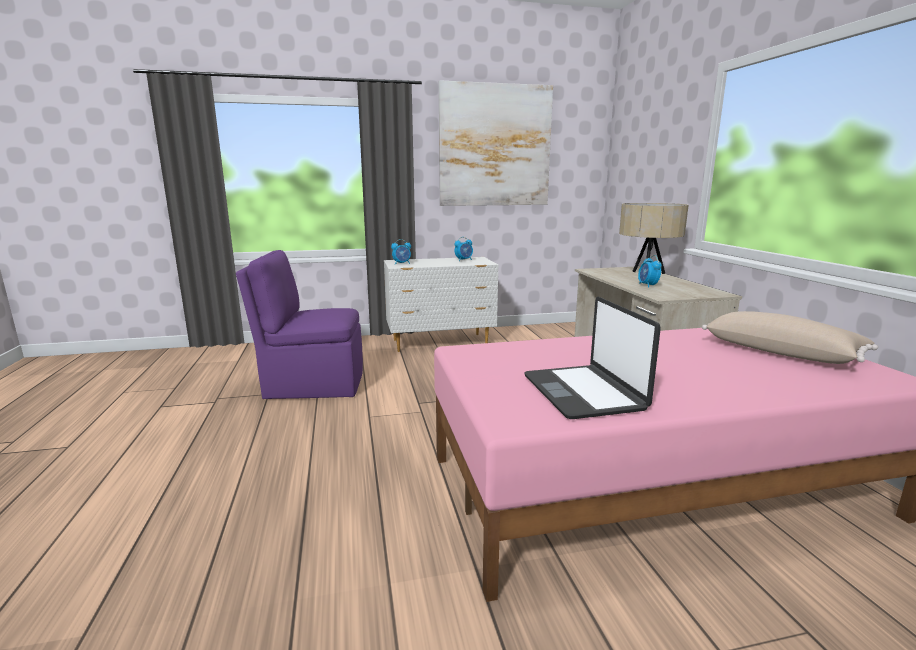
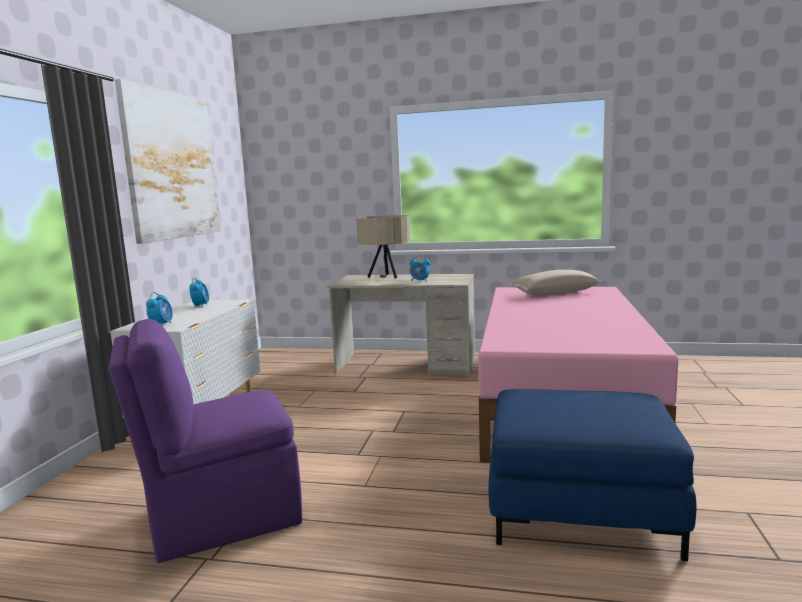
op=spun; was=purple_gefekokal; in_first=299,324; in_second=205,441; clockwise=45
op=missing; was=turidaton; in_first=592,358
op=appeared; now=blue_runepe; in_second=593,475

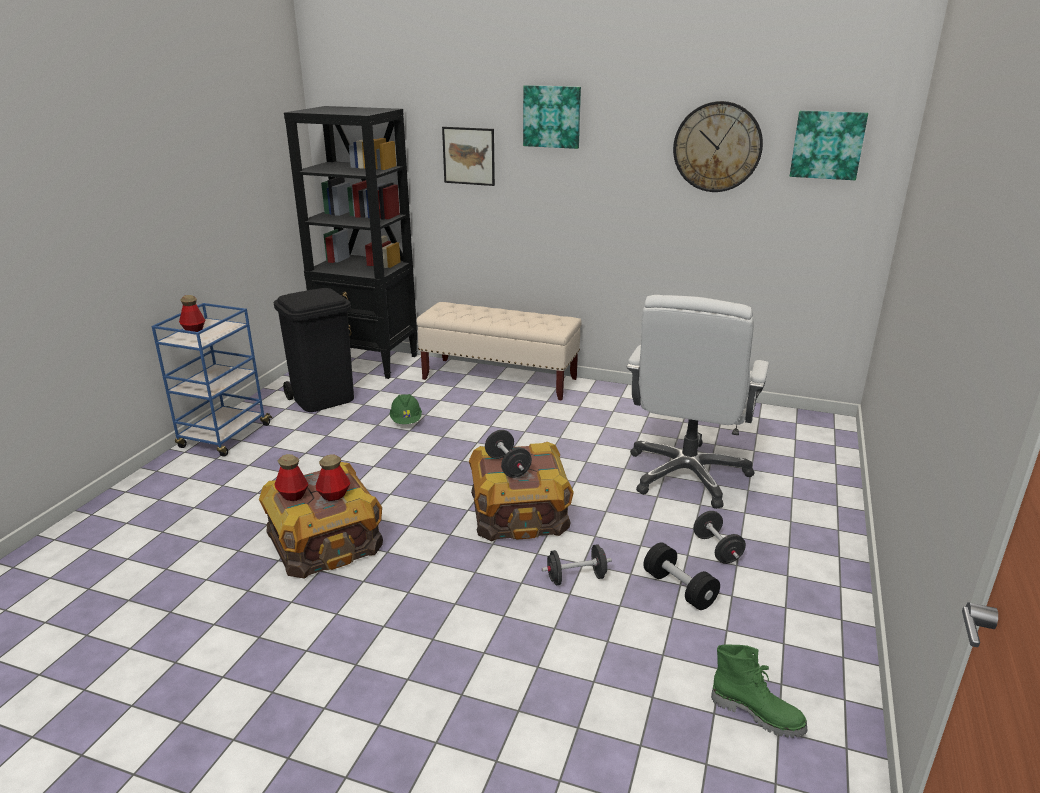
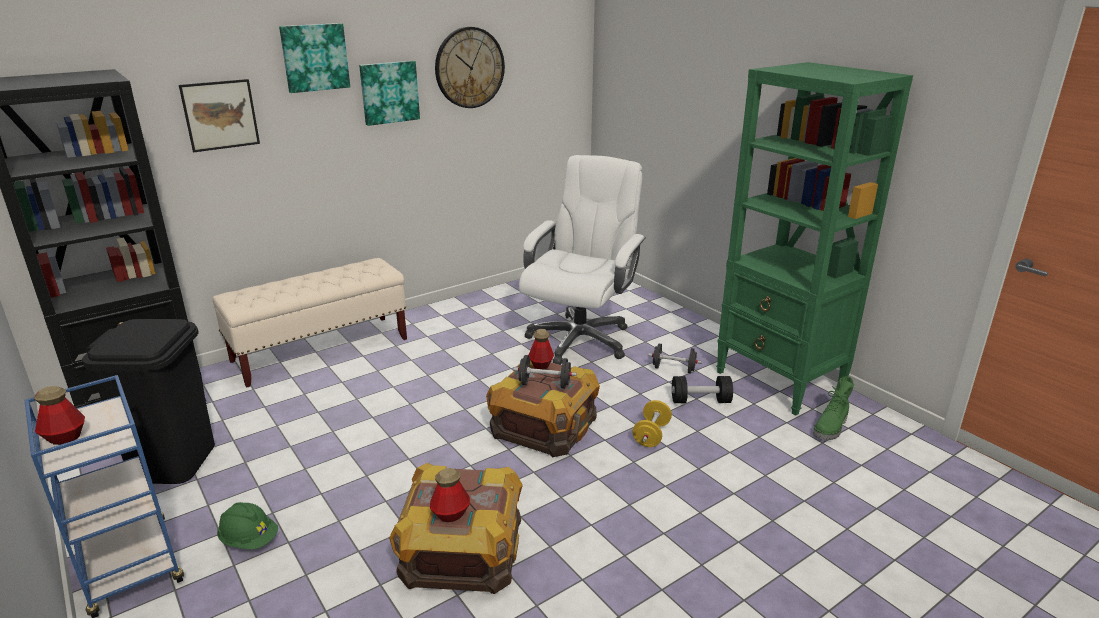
op=relocated; was=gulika; in_first=829,145; in_second=389,93
op=spun; was=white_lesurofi; in_first=698,402; in_second=582,260; clockwise=-120
op=relocated; was=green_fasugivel; in_first=405,409; in_second=247,526
op=relocated; was=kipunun; in_first=332,477; in_second=541,349
op=colour; was=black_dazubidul; now=yellow_dazubidul; in_first=577,564; in_second=652,423
op=spun; was=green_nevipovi; in_first=759,691; in_second=833,408; clockwise=150
op=appeared; now=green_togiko; in_second=814,239

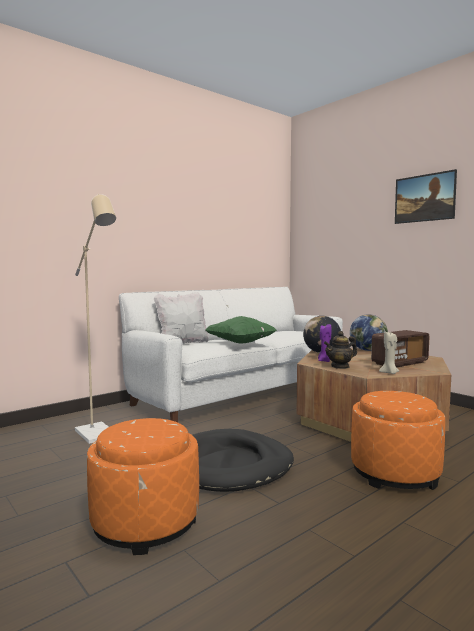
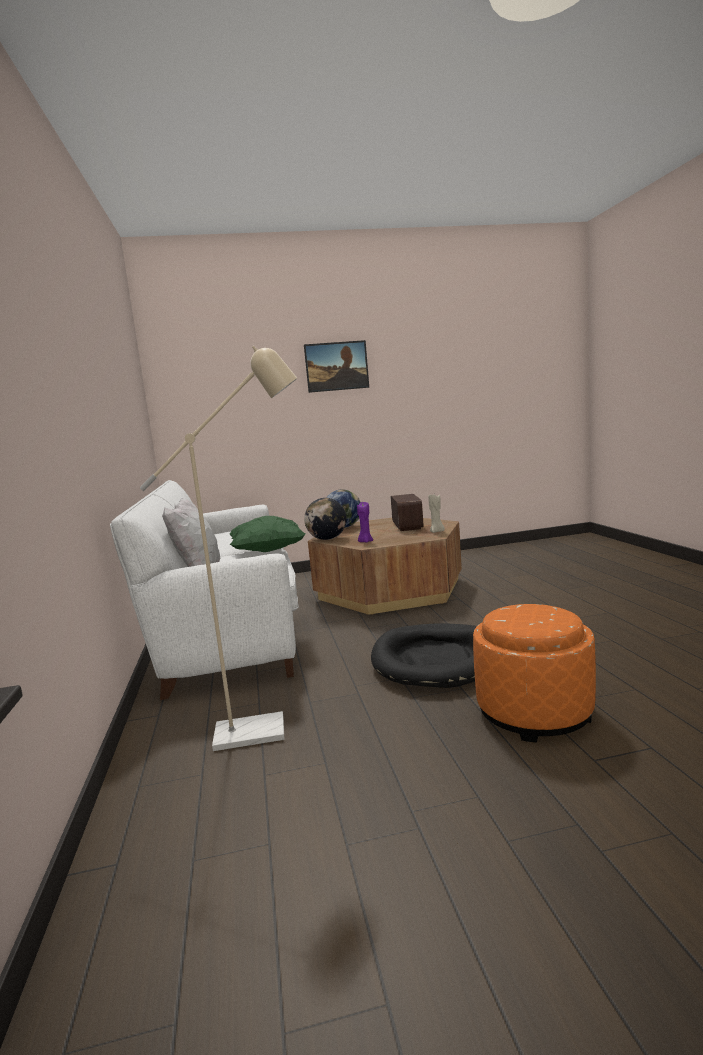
op=missing; was=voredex; in_first=340,350
op=missing; was=orange_runepe; in_first=398,440

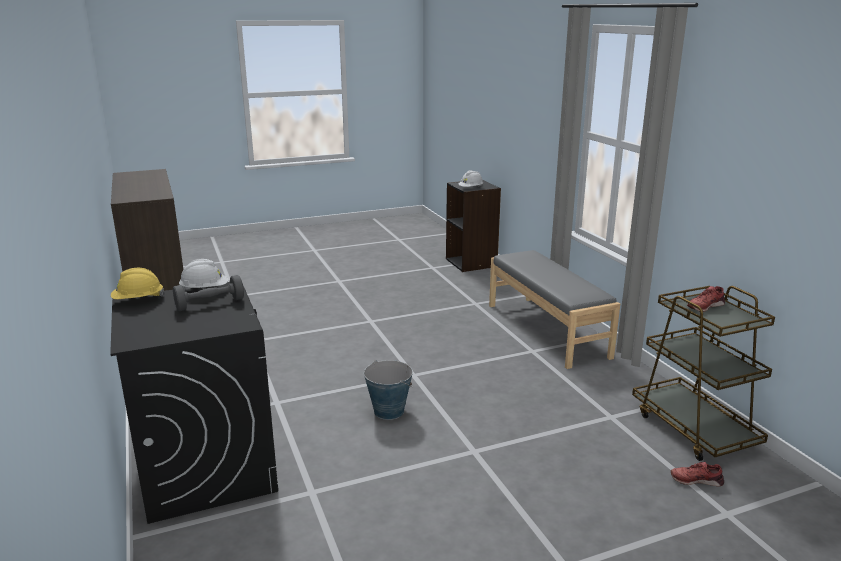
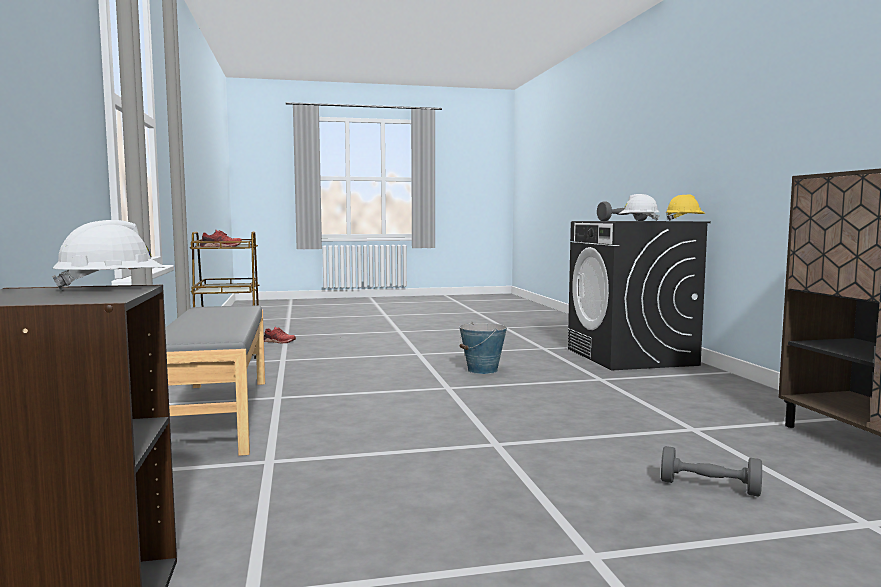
op=appeared; now=grey_dazubidul; in_second=711,471

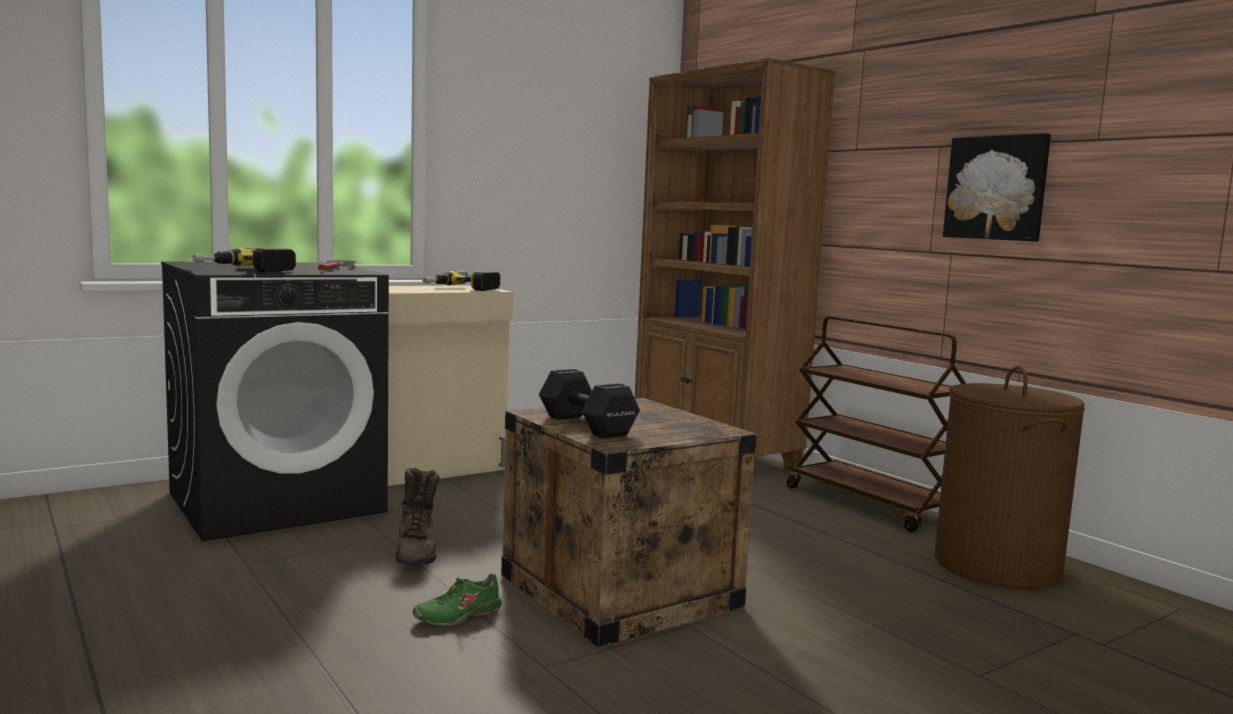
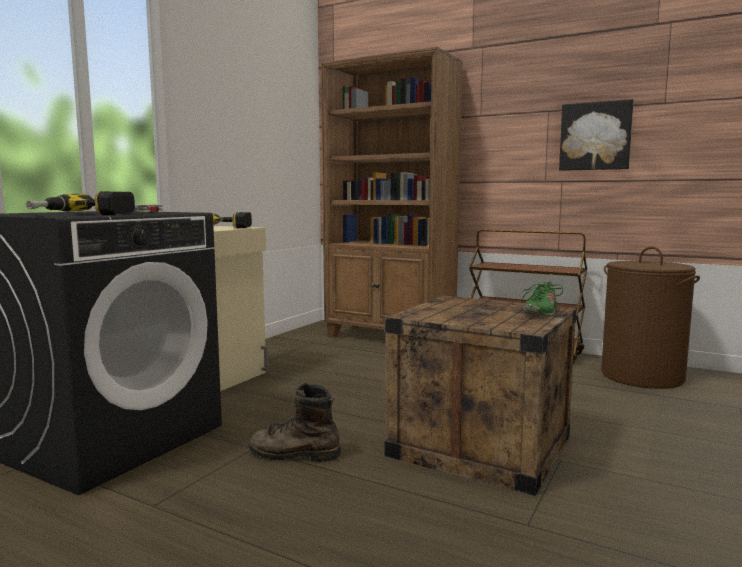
op=missing; was=black_dazubidul; in_first=589,403
op=spun; was=brown_nevipovi; in_first=417,516; in_second=294,422; clockwise=135
op=relocated; was=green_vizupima; in_first=457,599; in_second=542,298

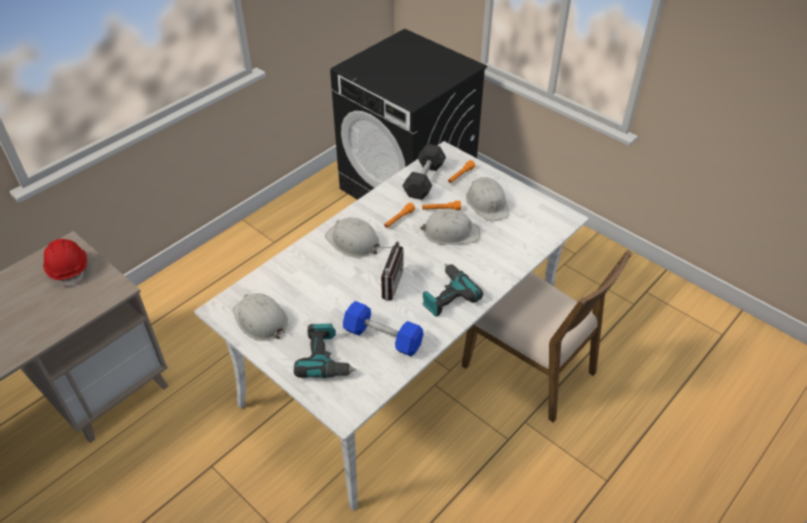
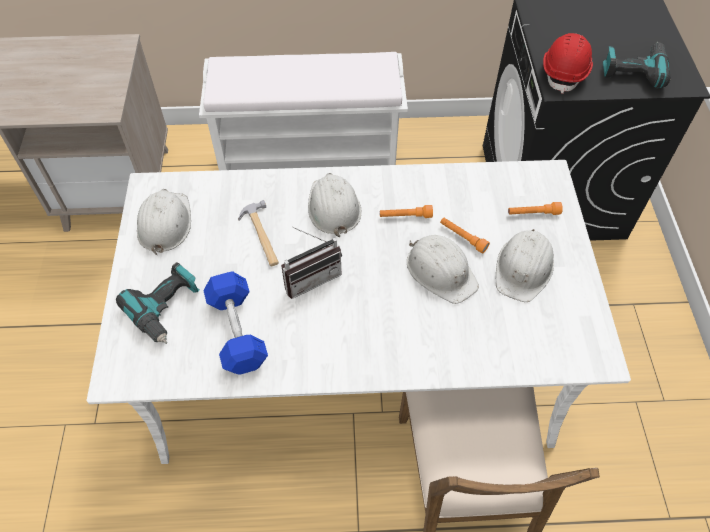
op=missing; was=grey_dazubidul; in_first=424,172
op=relocated; was=red_fasugivel; in_first=65,262; in_second=568,63
op=relocated; was=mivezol; in_first=452,290; in_second=637,65
op=appeared; now=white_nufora; in_second=303,111
op=appeared; now=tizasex; in_second=258,233

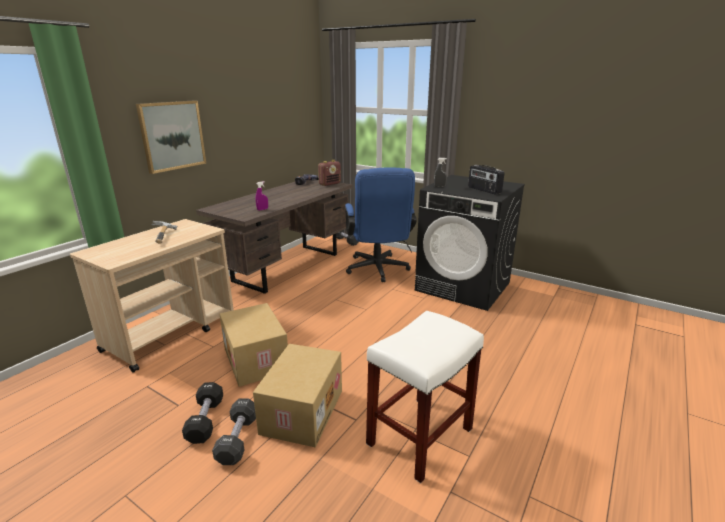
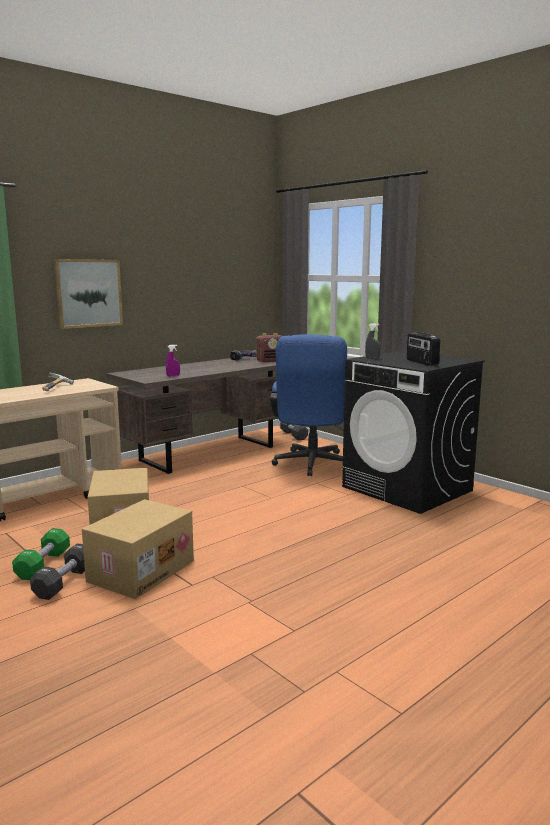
op=missing; was=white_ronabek; in_first=425,397
op=colour; was=black_dazubidul; now=green_dazubidul; in_first=202,413; in_second=41,554

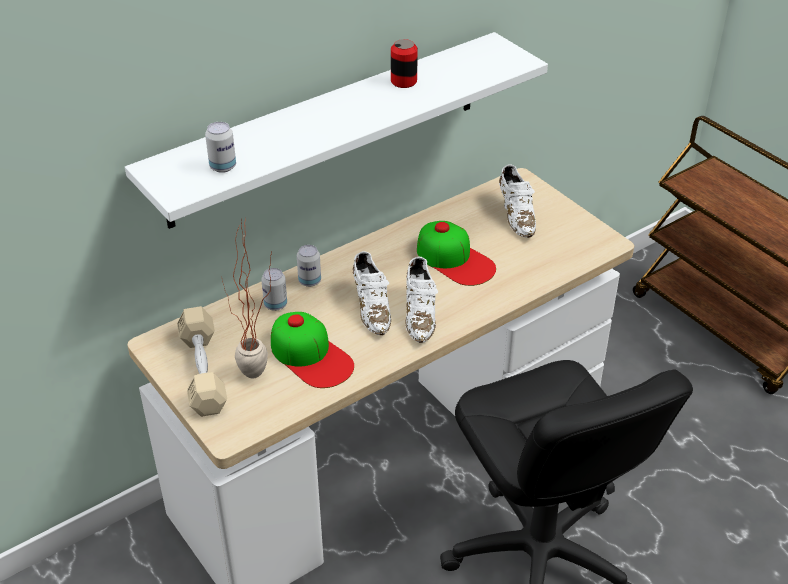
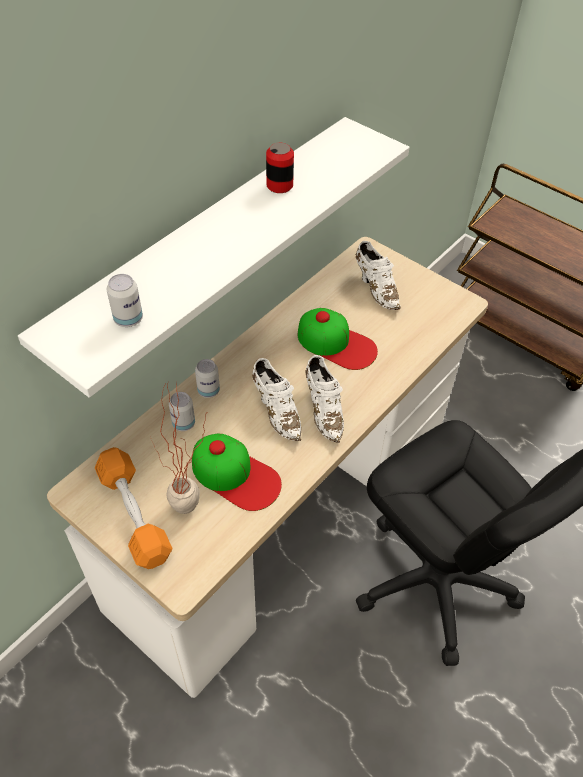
op=colour; was=beige_dazubidul; now=orange_dazubidul; in_first=202,361; in_second=133,508

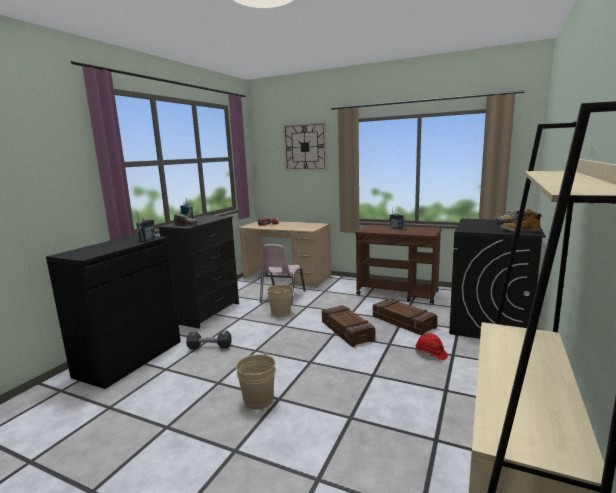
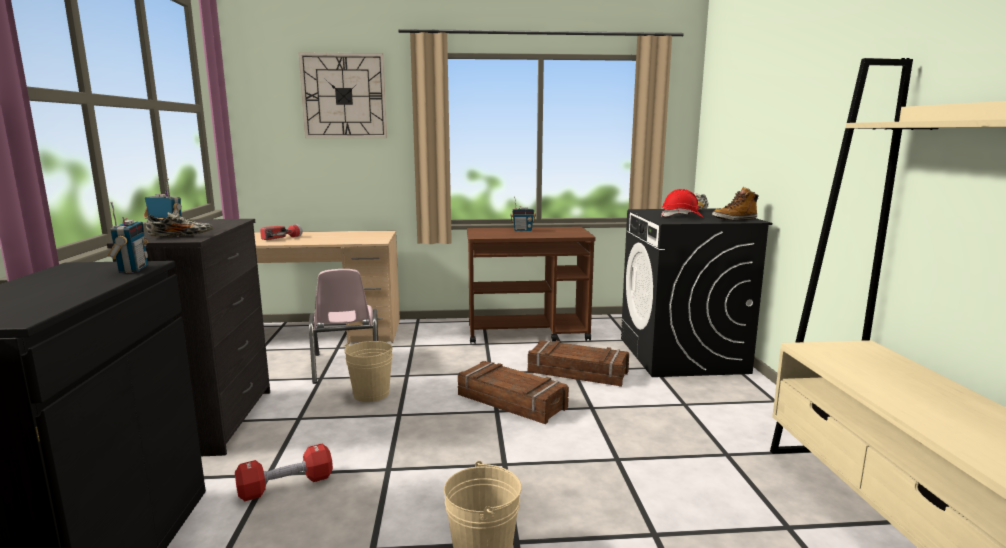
op=colour; was=black_dazubidul; now=red_dazubidul; in_first=209,340; in_second=284,472
op=relocated; was=red_fasugivel; in_first=432,346; in_second=682,203

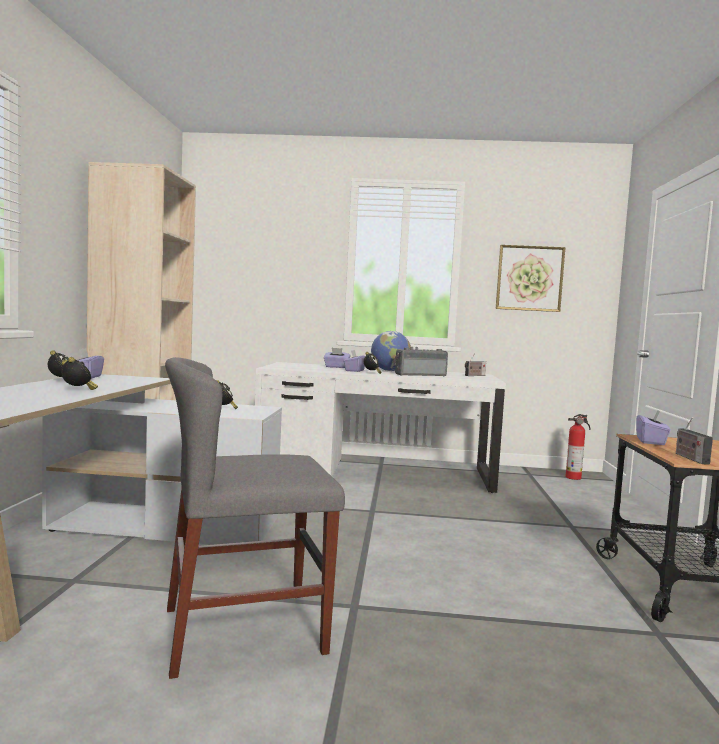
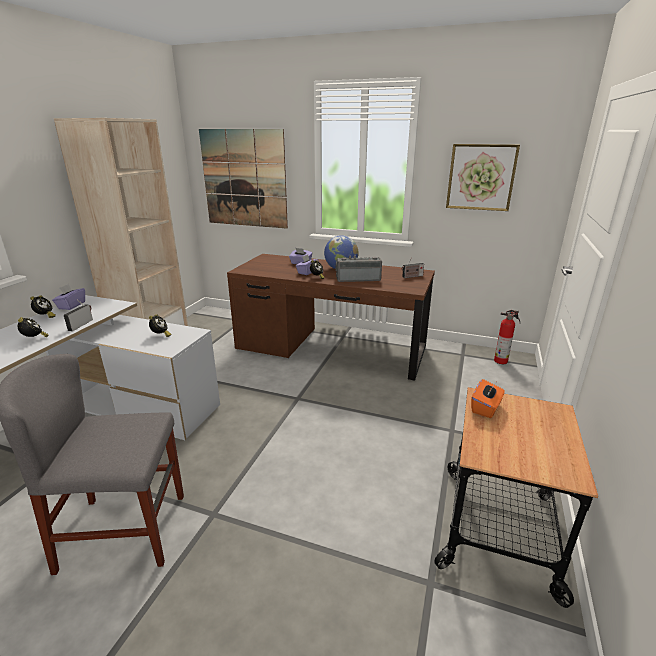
op=colour; was=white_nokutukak; now=brown_nokutukak; in_first=380,427; in_second=331,317
op=colour; was=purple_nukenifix; now=orange_nukenifix; in_first=653,427; in_second=488,398
op=relocated; was=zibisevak; in_first=694,441; in_second=78,315
op=appeared; now=gulika; in_second=243,179

